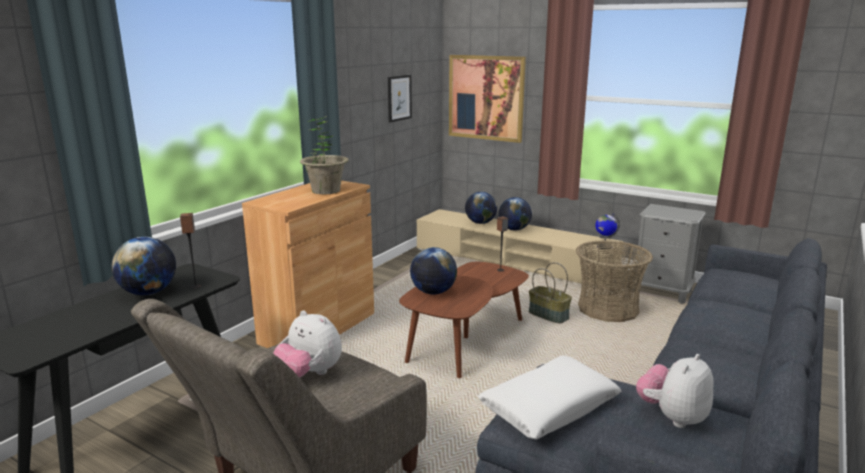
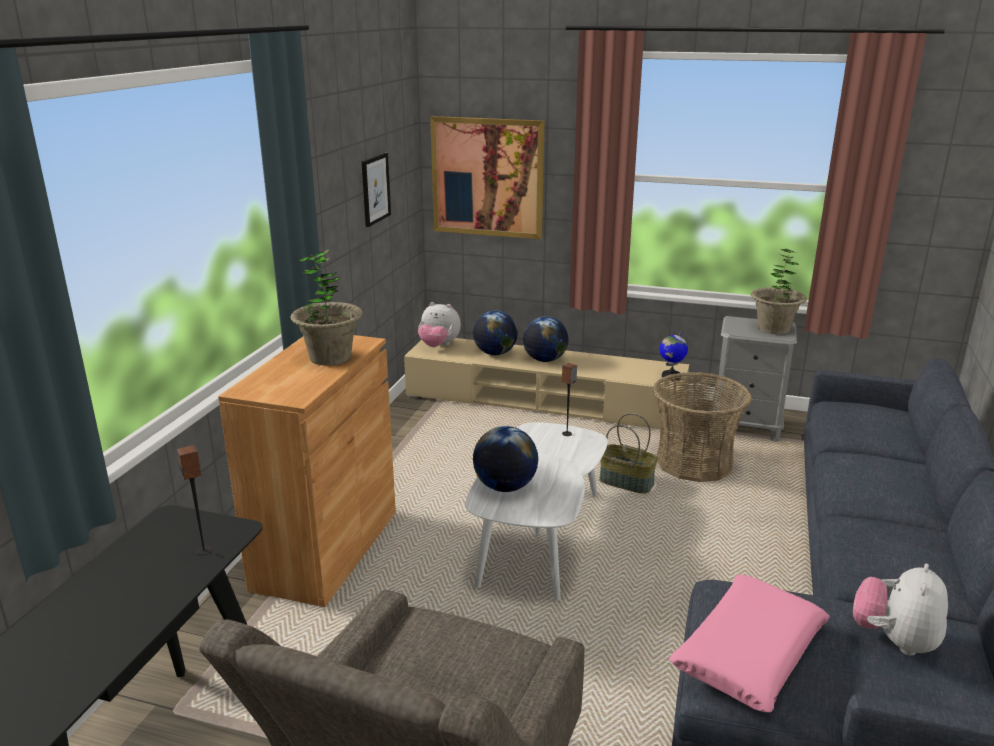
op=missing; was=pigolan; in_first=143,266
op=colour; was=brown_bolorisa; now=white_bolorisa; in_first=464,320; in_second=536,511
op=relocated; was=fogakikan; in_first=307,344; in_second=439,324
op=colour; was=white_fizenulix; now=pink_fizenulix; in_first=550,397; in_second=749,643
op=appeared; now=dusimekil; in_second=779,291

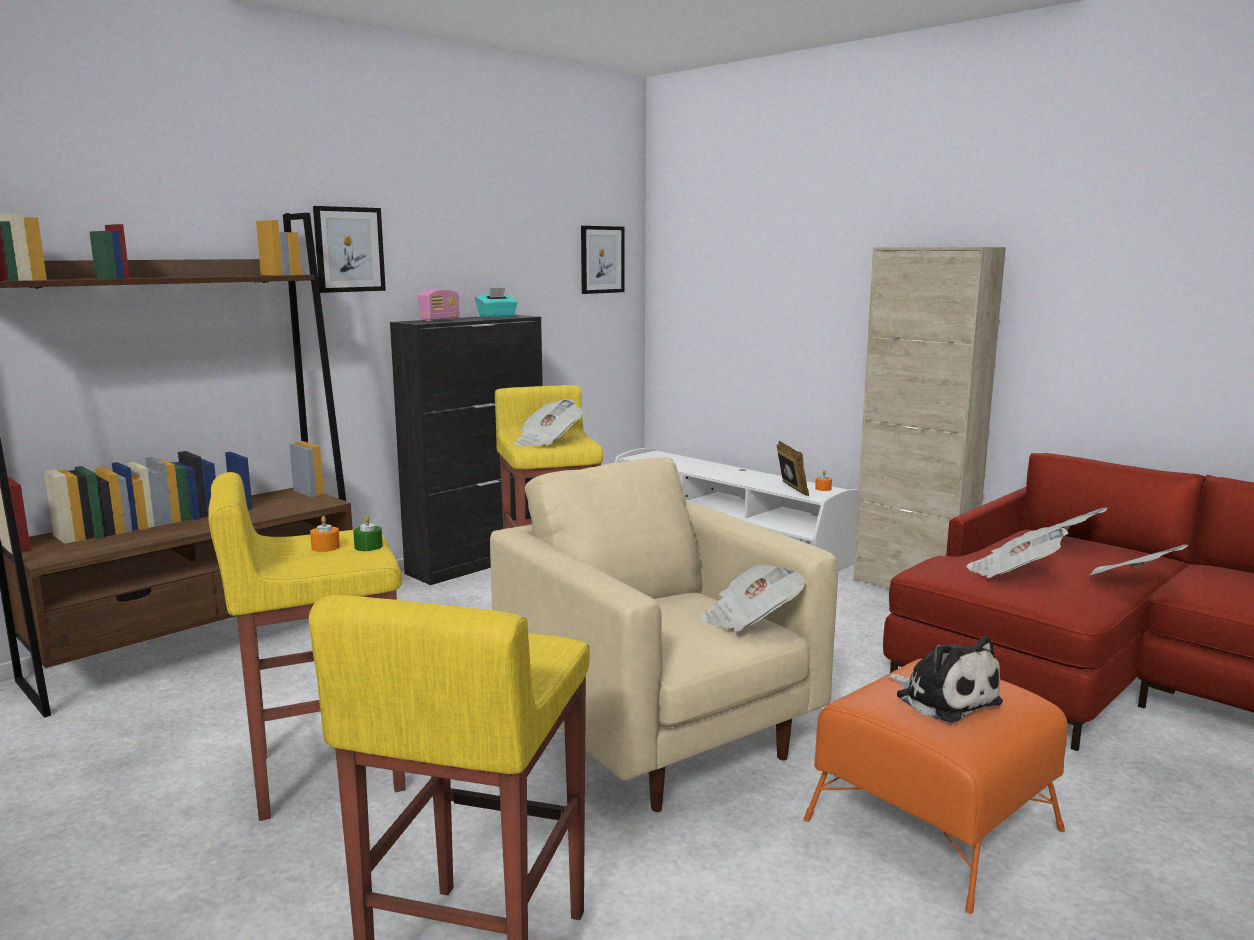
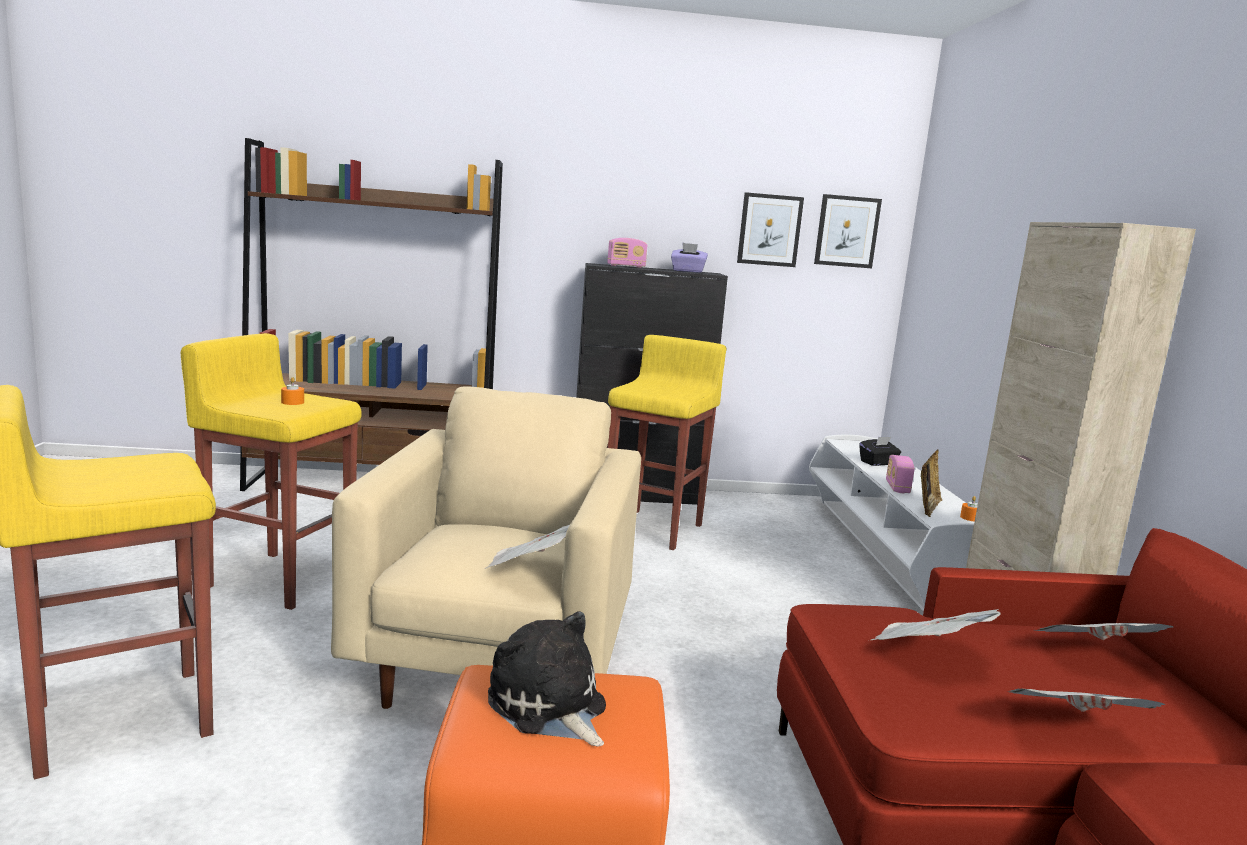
op=relocated; was=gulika; in_first=349,249; in_second=770,229
op=colour; was=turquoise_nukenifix; now=purple_nukenifix; in_first=496,303; in_second=689,258
op=missing; was=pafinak; in_first=548,423
op=missing; was=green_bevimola; in_first=368,533
op=spun; was=fogakikan; in_first=945,679; in_second=547,679; clockwise=135
op=appeared; now=black_nukenifix; in_second=880,451
op=appeared; now=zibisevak; in_second=900,474

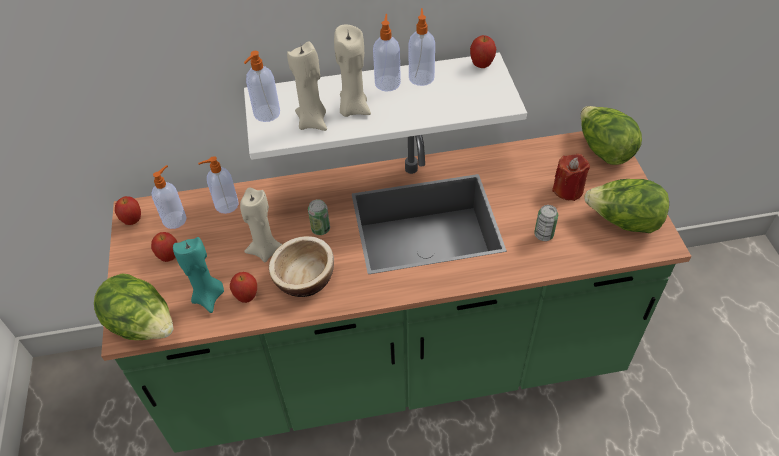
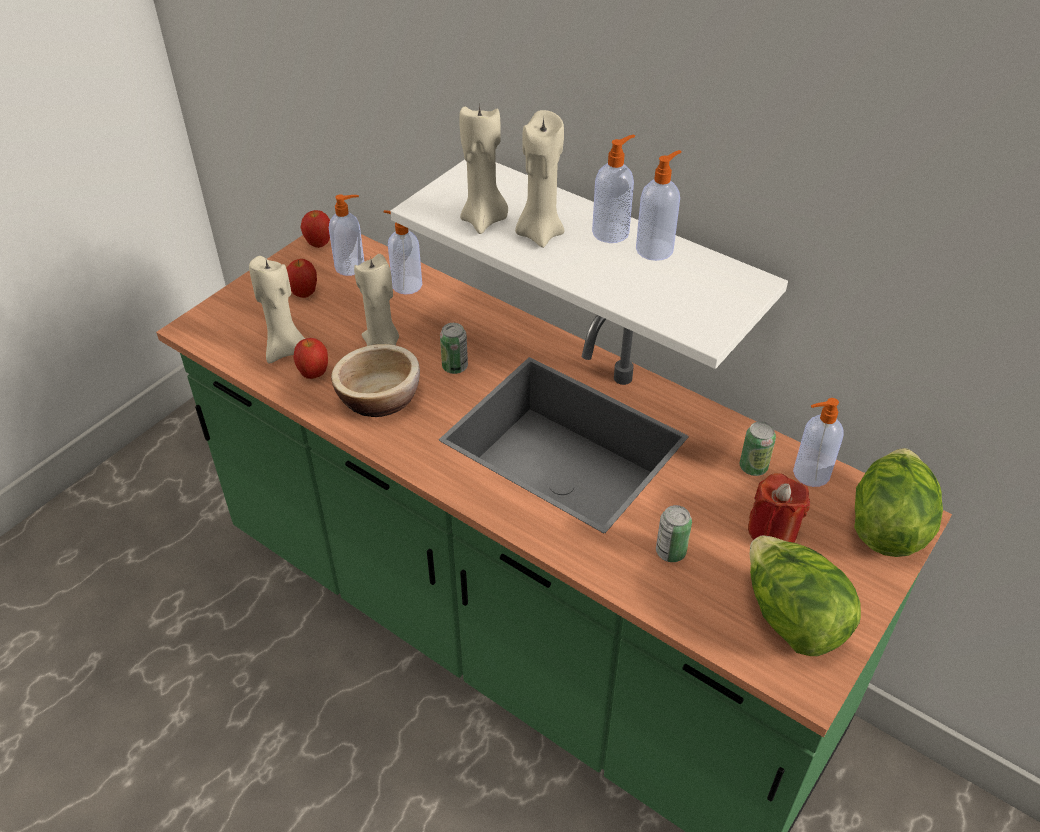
op=missing; was=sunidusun; in_first=483,51
op=relocated; was=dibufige; in_first=262,86; in_second=818,442
op=colour; was=turquoise_bevimola; now=beige_bevimola; in_first=198,275; in_second=277,309
op=missing; was=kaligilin; in_first=133,306
op=appeared; now=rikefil; in_second=758,448

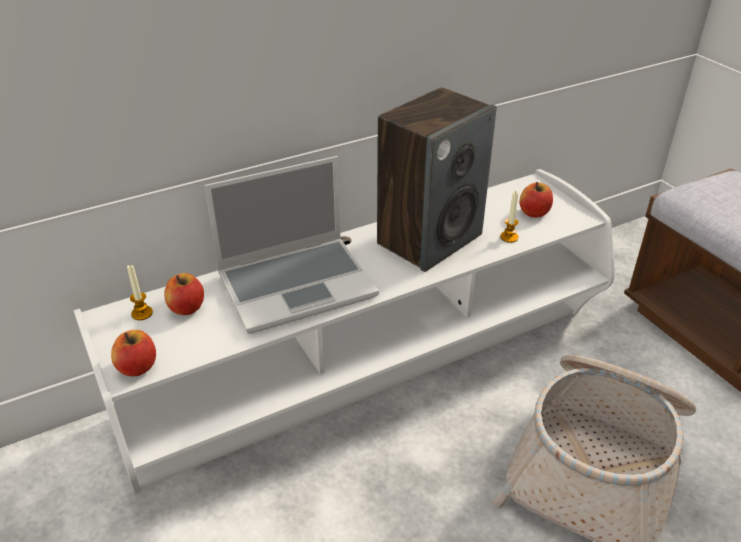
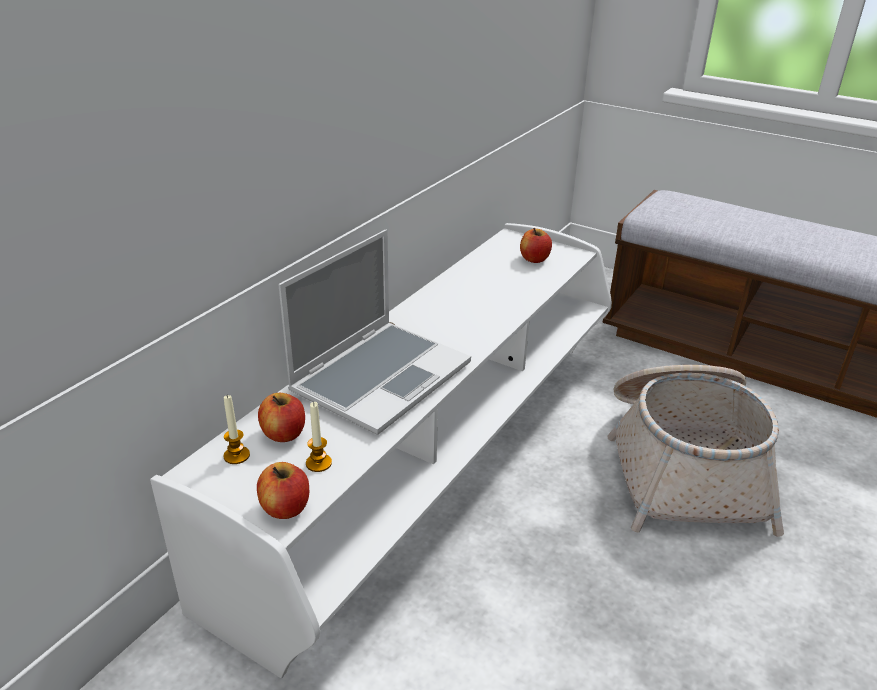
op=missing; was=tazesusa; in_first=436,179
op=relocated; was=bevimola; in_first=509,217; in_second=319,437

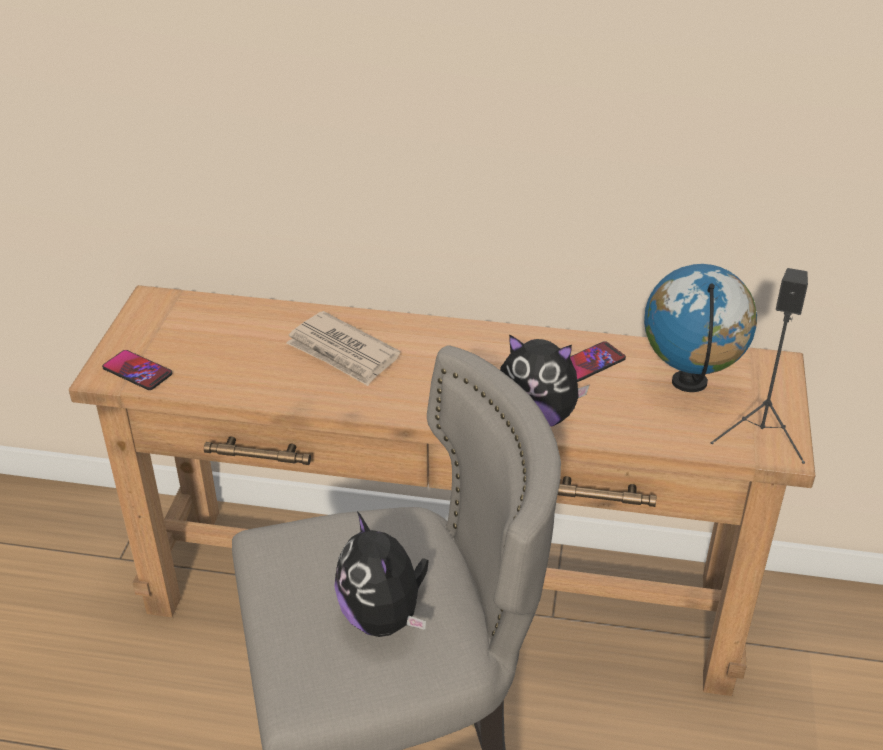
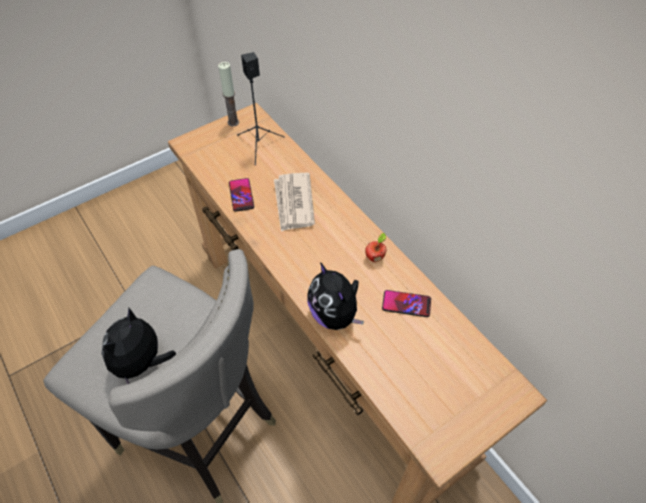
op=missing; was=pigolan; in_first=700,328
op=relocated; was=black_tazesusa; in_first=759,366; in_second=261,108
op=relocated; was=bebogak; in_first=137,370; in_second=241,195
op=appeared; now=bevimola; in_second=228,94
op=appeared; now=sunidusun; in_second=375,247

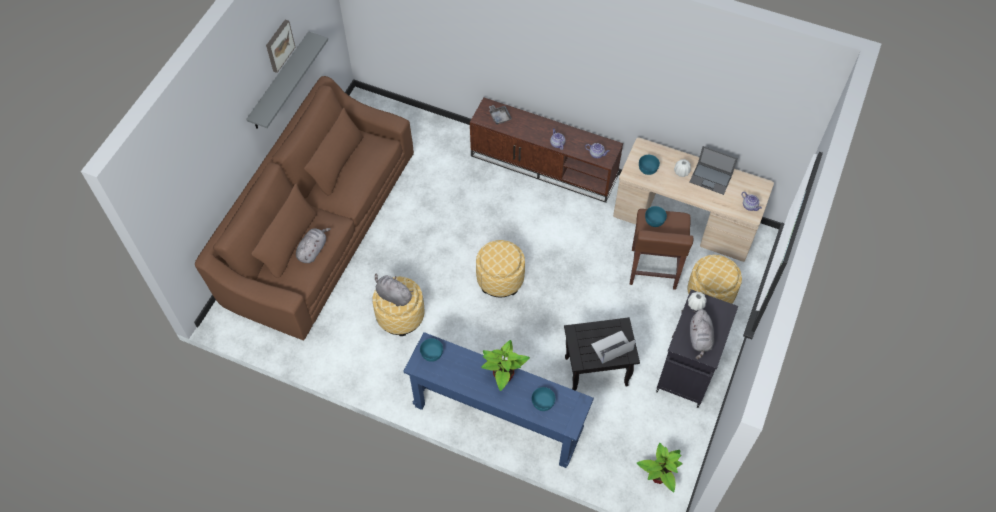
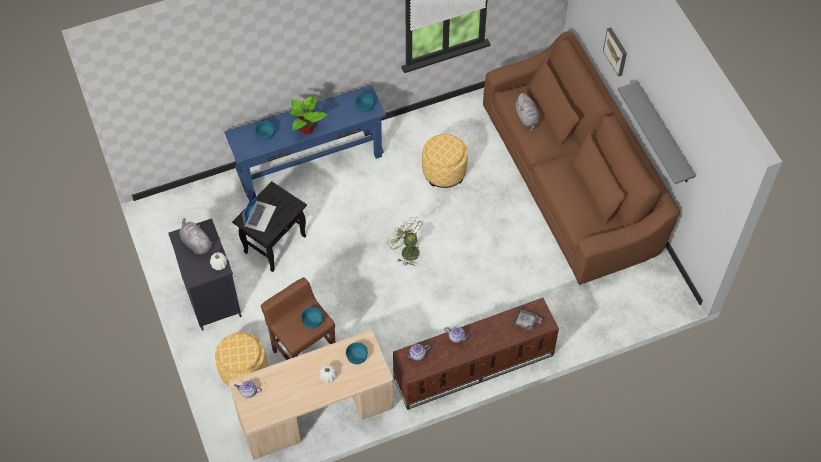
op=relocated; was=gulika; in_first=280,46; in_second=615,52
op=missing; was=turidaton; in_first=713,170
op=exchanged; was=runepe; now=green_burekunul; in_first=500,268; in_second=405,241
op=missing; was=grey_fogakikan; in_first=394,290
op=missing; was=dusimekil; in_first=659,467

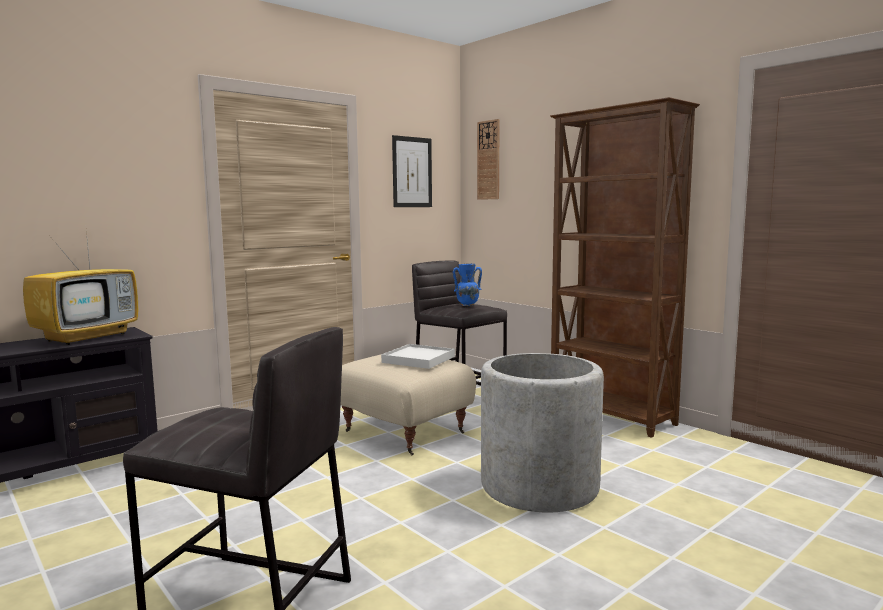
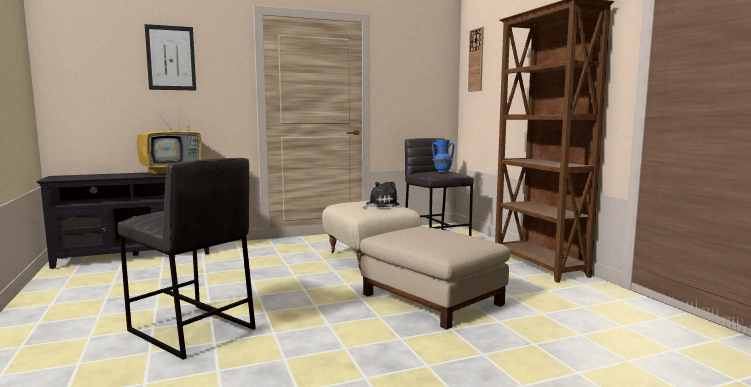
op=relocated; was=gulika; in_first=412,171; in_second=170,57
op=exchanged; was=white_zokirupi; now=fogakikan; in_first=418,356; in_second=381,194
op=exchanged; was=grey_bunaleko; now=beige_runepe; in_first=542,432; in_second=435,278

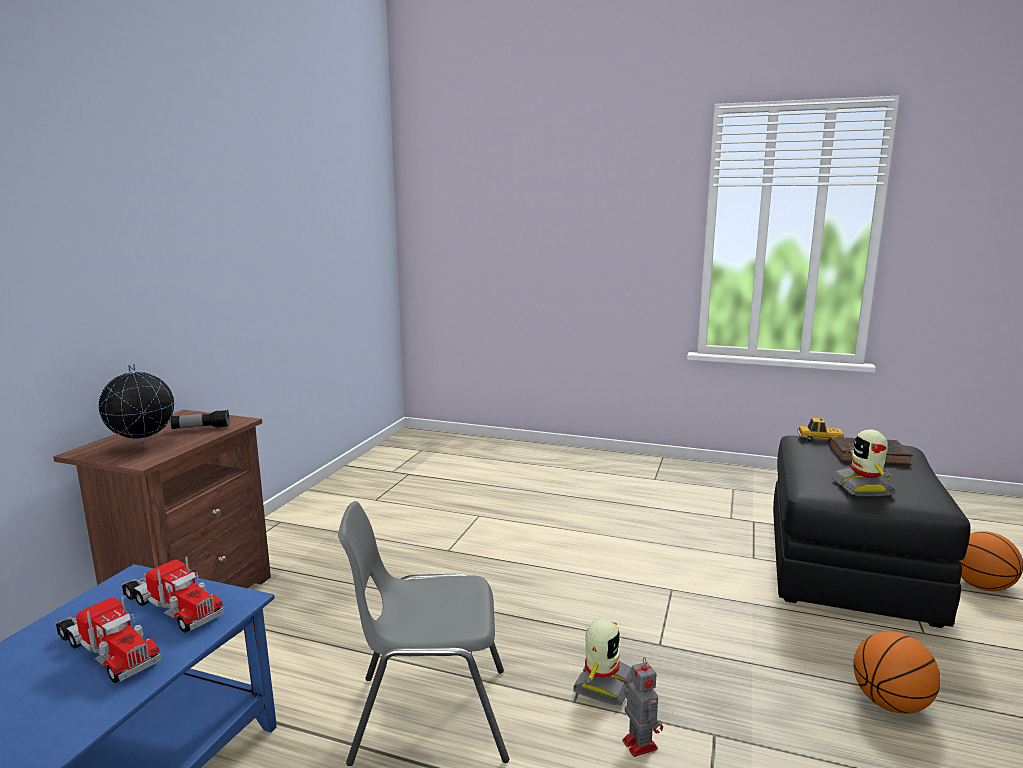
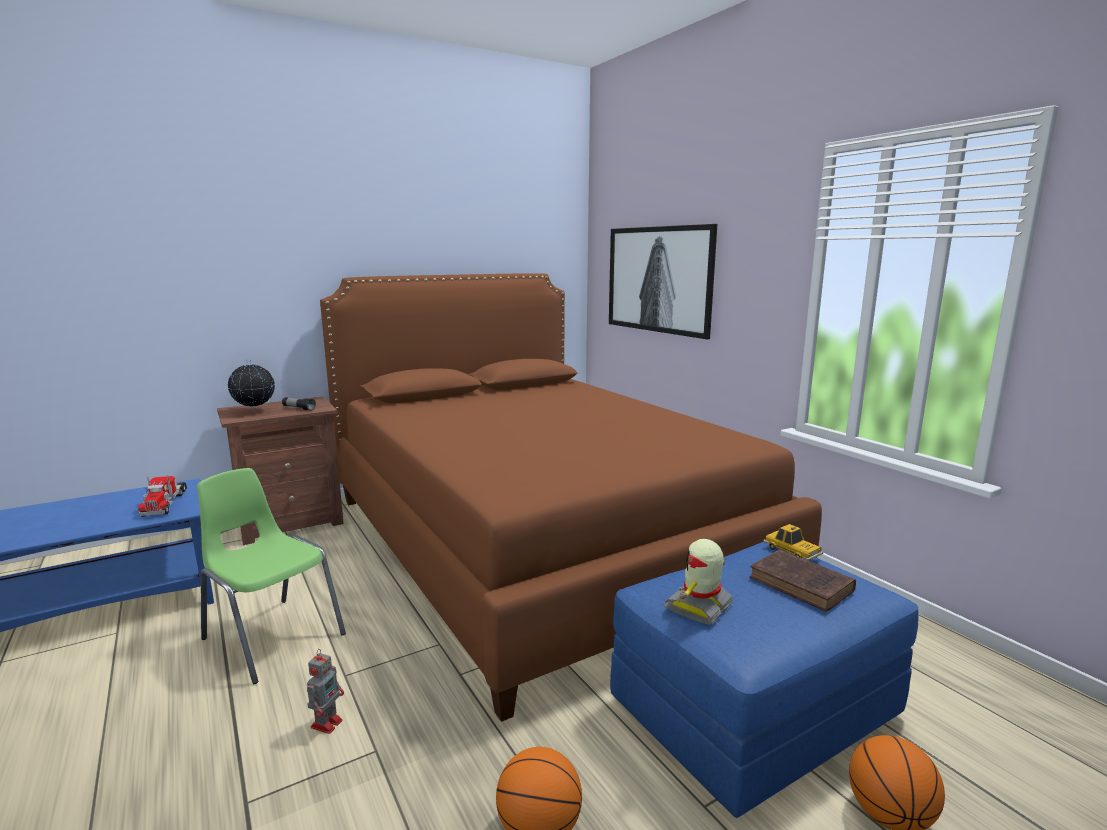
op=colour; was=black_runepe; now=blue_runepe; in_first=872,531; in_second=764,680
op=colour; was=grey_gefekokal; now=green_gefekokal; in_first=423,633; in_second=271,576
op=missing; was=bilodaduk; in_first=108,639
op=missing; was=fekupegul; in_first=602,662
op=appeared; now=gulika; in_second=663,281
op=appeared; now=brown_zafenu; in_second=571,497

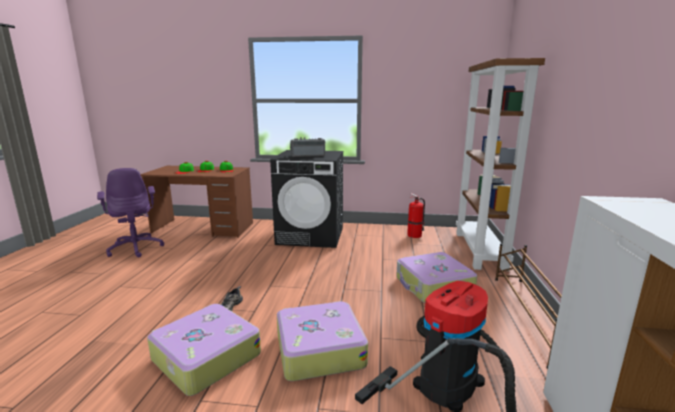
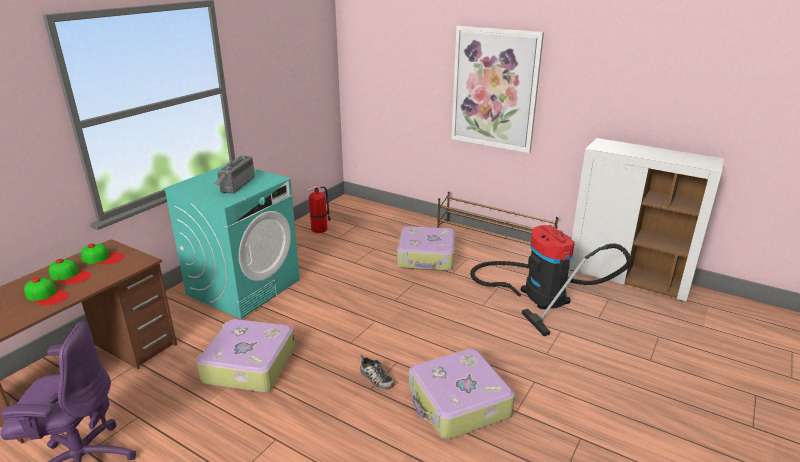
op=missing; was=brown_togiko; in_first=500,164
op=colour; was=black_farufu; now=turquoise_farufu; in_first=306,199; in_second=231,241
op=relocated; was=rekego; in_first=322,341; in_second=245,355
op=appeared; now=gulika; in_second=498,89

